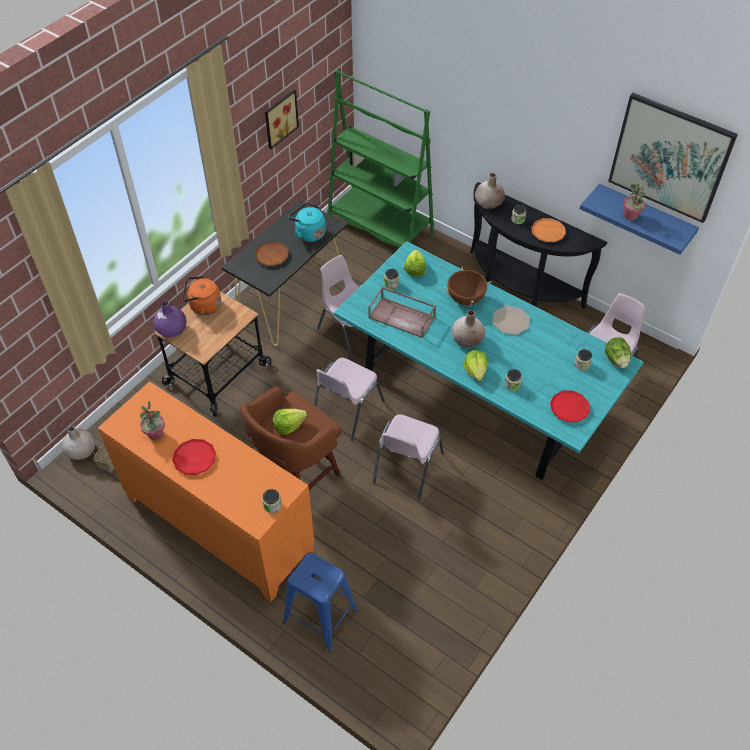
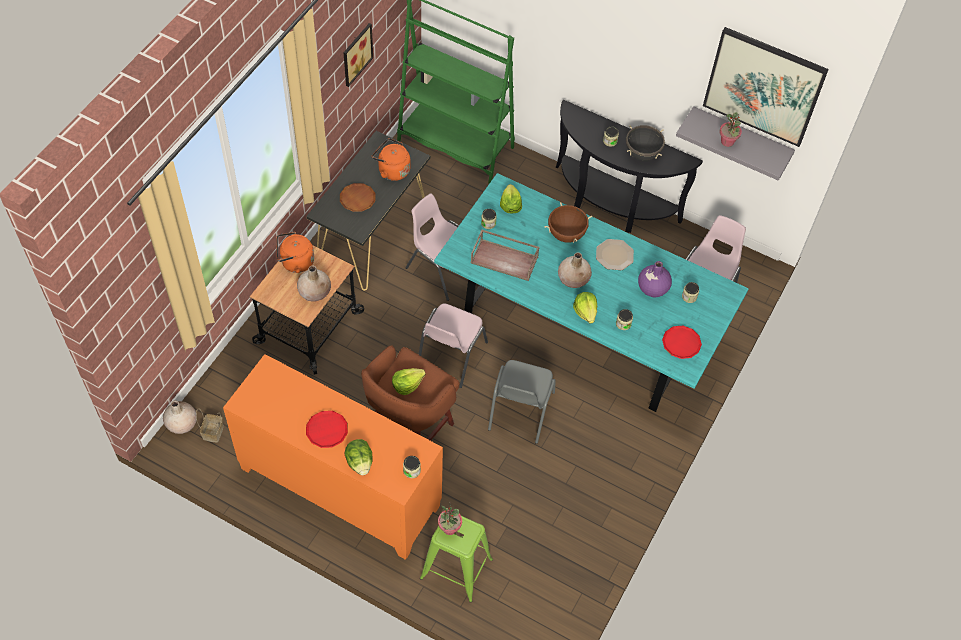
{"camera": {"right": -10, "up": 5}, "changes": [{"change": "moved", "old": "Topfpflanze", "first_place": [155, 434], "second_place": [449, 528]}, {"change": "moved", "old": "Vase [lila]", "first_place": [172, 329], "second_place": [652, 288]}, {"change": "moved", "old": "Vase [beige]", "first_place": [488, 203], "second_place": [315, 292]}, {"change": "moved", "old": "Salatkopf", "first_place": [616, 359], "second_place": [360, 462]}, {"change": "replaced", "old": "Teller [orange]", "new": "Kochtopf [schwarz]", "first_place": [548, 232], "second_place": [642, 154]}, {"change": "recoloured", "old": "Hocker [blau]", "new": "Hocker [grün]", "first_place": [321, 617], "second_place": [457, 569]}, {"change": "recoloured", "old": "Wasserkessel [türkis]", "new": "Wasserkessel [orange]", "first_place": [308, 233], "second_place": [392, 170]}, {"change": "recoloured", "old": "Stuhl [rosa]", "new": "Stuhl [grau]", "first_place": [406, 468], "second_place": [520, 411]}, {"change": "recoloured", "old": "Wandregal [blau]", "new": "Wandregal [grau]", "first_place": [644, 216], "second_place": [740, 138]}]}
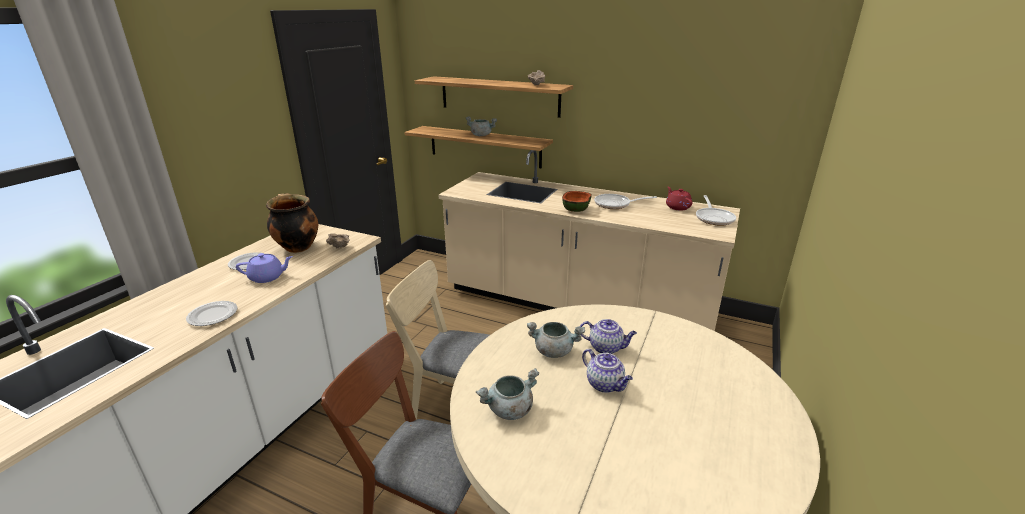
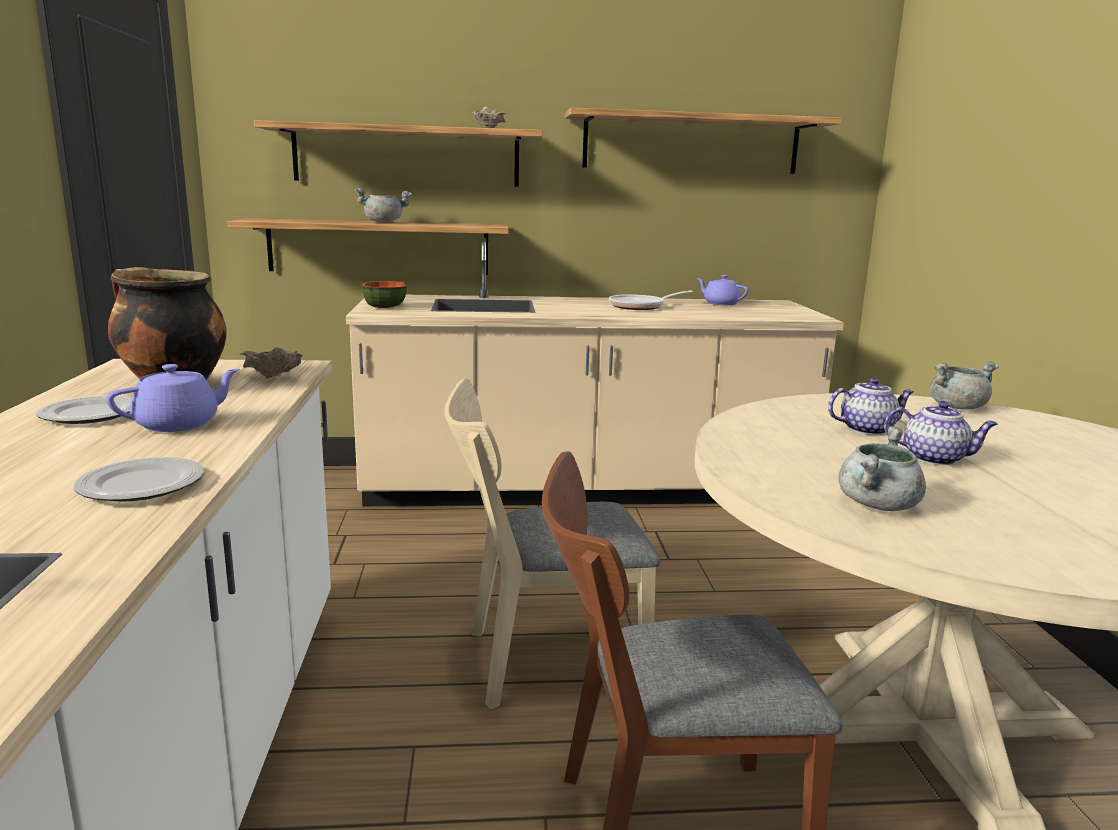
{"camera": {"right": -30, "up": -10}, "changes": [{"change": "removed", "old": "Pfanne", "first_place": [714, 218]}, {"change": "added", "new": "Wandregal", "second_place": [691, 144]}, {"change": "moved", "old": "Kochtopf [grau]", "first_place": [554, 351], "second_place": [957, 407]}, {"change": "moved", "old": "Schüssel", "first_place": [576, 210], "second_place": [385, 307]}, {"change": "recoloured", "old": "Teekanne [rot]", "new": "Teekanne [lila]", "first_place": [677, 207], "second_place": [720, 303]}]}
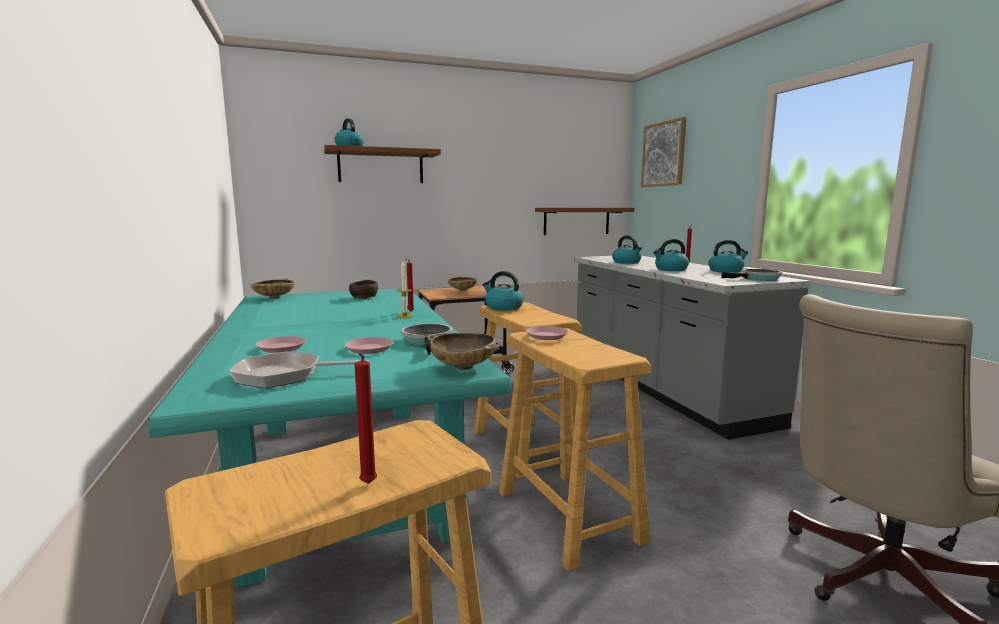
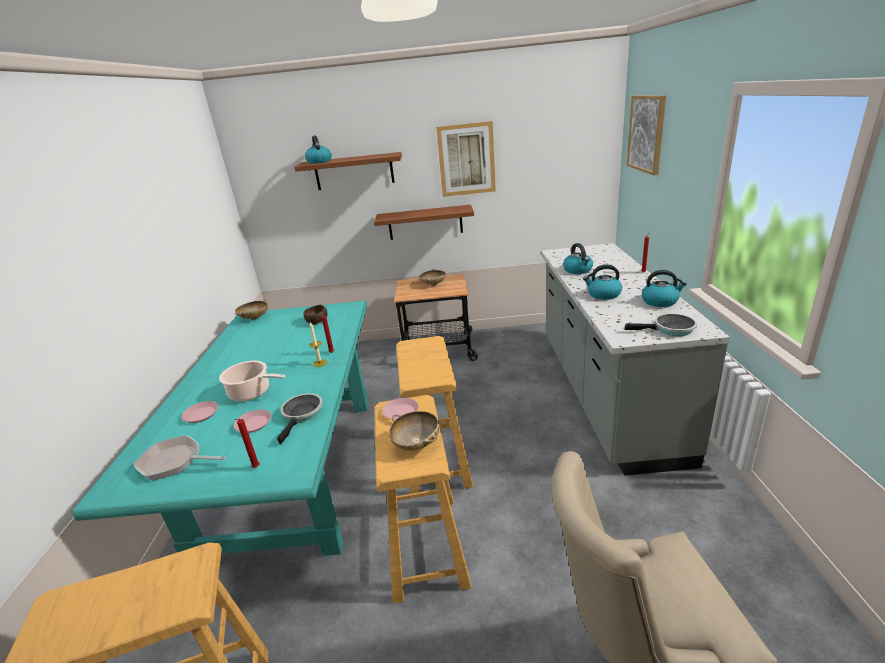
{"camera": {"right": 20, "up": 15}, "changes": [{"change": "removed", "old": "Wasserkessel", "first_place": [503, 307]}, {"change": "added", "new": "Kochtopf", "second_place": [252, 392]}, {"change": "added", "new": "Bild", "second_place": [466, 159]}, {"change": "moved", "old": "Kerze [rot]", "first_place": [368, 485], "second_place": [255, 468]}, {"change": "moved", "old": "Schüssel [beige]", "first_place": [463, 367], "second_place": [416, 443]}, {"change": "moved", "old": "Wandregal [braun]", "first_place": [576, 221], "second_place": [425, 222]}]}
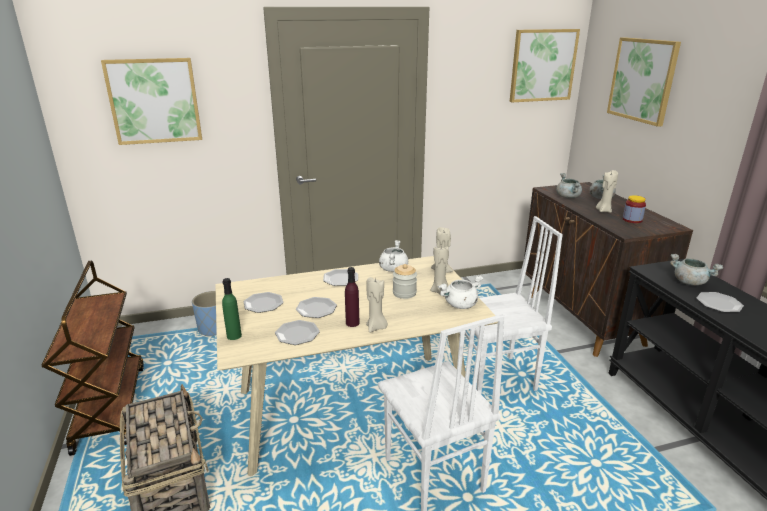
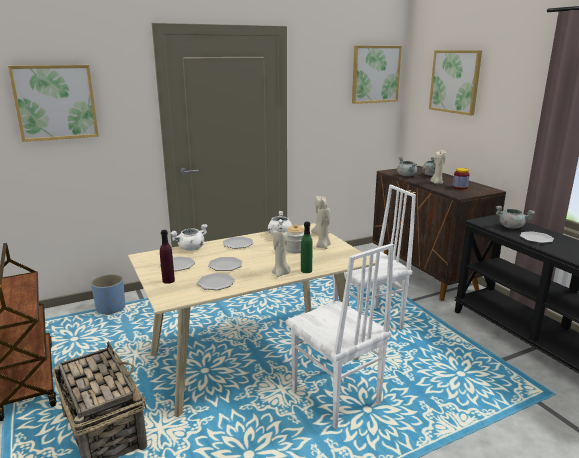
{"camera": {"right": -10, "up": -5}, "changes": [{"change": "moved", "old": "Flasche [grün]", "first_place": [234, 336], "second_place": [306, 270]}, {"change": "moved", "old": "Flasche [lila]", "first_place": [352, 323], "second_place": [168, 280]}, {"change": "moved", "old": "Kochtopf [weiß]", "first_place": [460, 305], "second_place": [191, 248]}]}
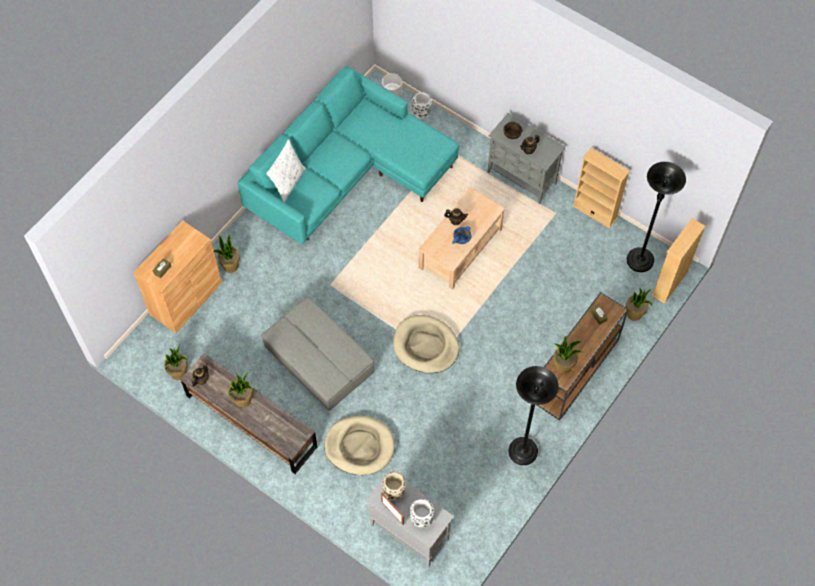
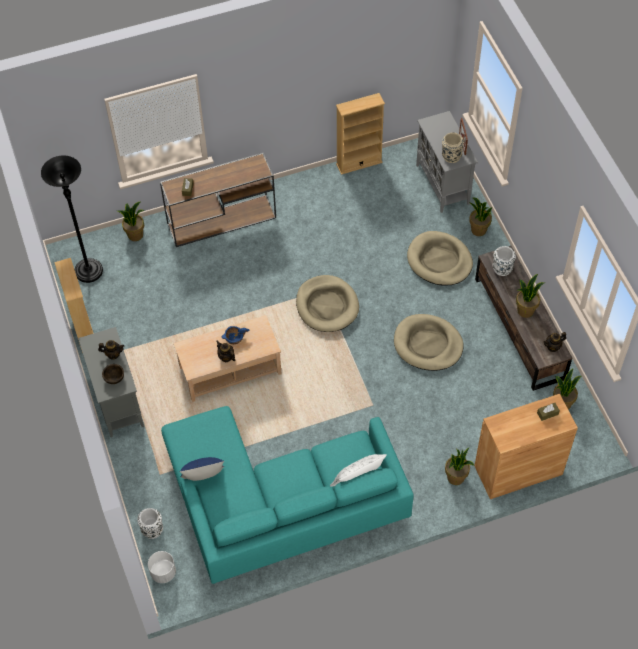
{"camera": {"right": -145, "up": -5}, "changes": [{"change": "removed", "old": "Stehlampe [schwarz]", "first_place": [523, 452]}, {"change": "added", "new": "Kissen [blau]", "second_place": [203, 478]}, {"change": "moved", "old": "Vase [weiß]", "first_place": [421, 518], "second_place": [502, 269]}, {"change": "moved", "old": "Topfpflanze", "first_place": [563, 366], "second_place": [478, 230]}, {"change": "moved", "old": "Bücherregal [beige]", "first_place": [670, 283], "second_place": [359, 163]}, {"change": "replaced", "old": "Polsterhocker [grau]", "new": "Hundebett [beige]", "first_place": [319, 360], "second_place": [428, 344]}]}
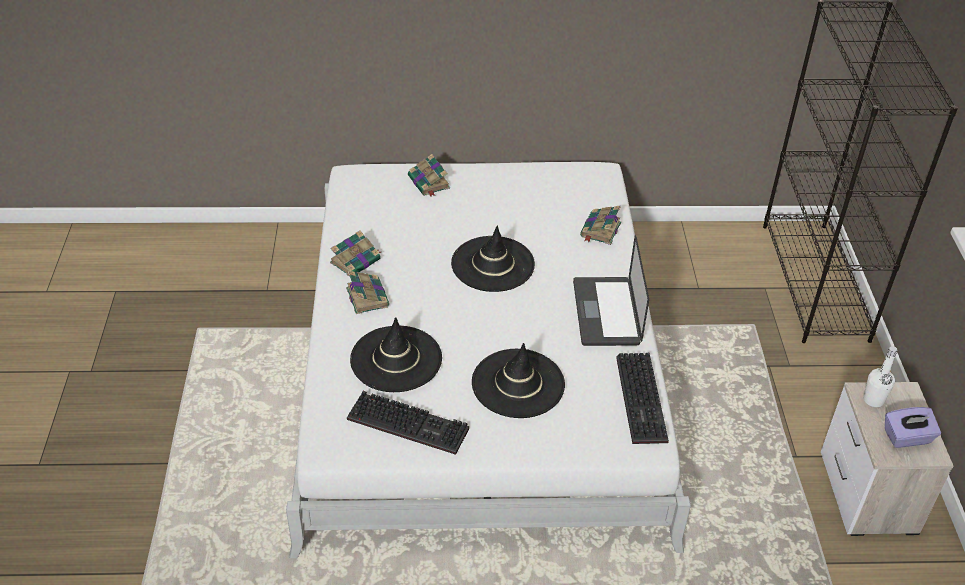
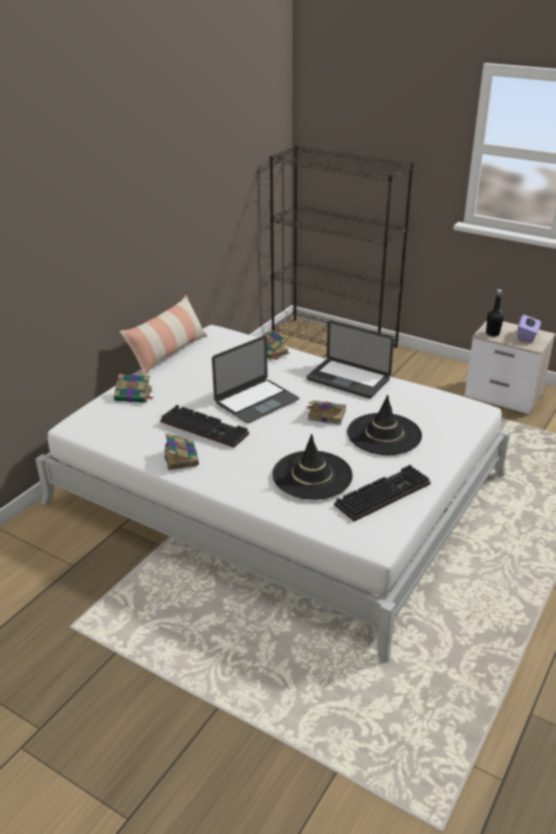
{"camera": {"right": -55, "up": -10}, "changes": [{"change": "added", "new": "Kissen", "second_place": [168, 353]}, {"change": "moved", "old": "Buch", "first_place": [367, 296], "second_place": [325, 415]}, {"change": "moved", "old": "Tastatur", "first_place": [643, 400], "second_place": [206, 427]}, {"change": "replaced", "old": "Hut [schwarz]", "new": "Laptop", "first_place": [492, 264], "second_place": [256, 401]}, {"change": "recoloured", "old": "Flasche [weiß]", "new": "Flasche [schwarz]", "first_place": [873, 400], "second_place": [492, 333]}]}
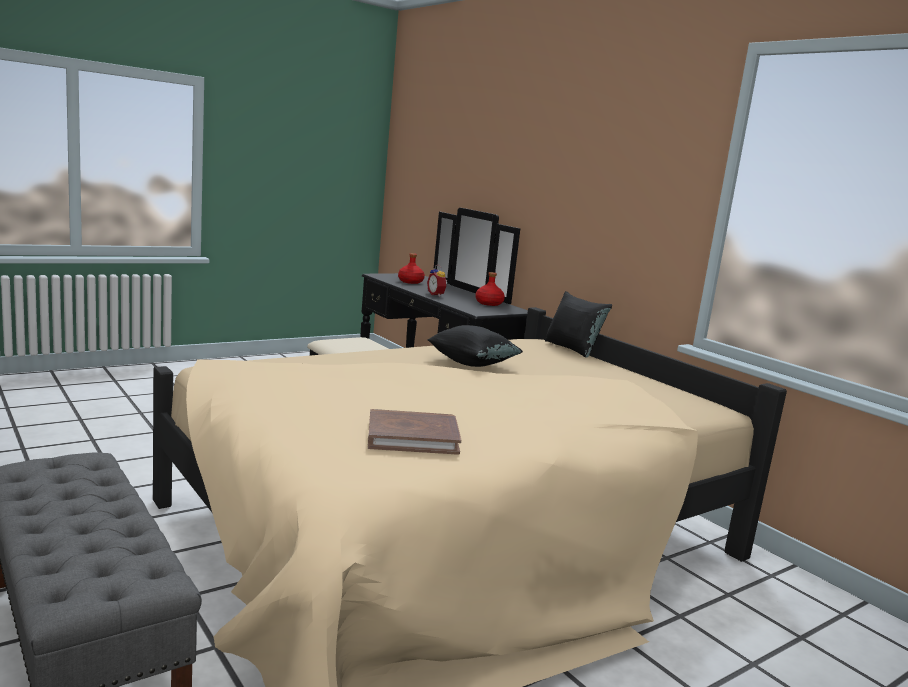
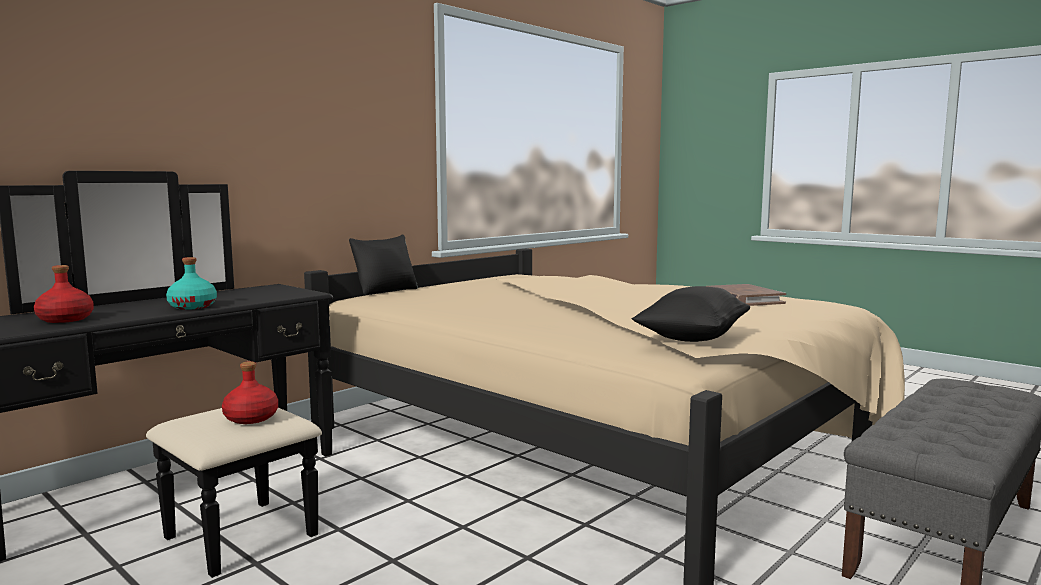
{"camera": {"right": -100, "up": -5}, "changes": [{"change": "moved", "old": "Kissen [schwarz]", "first_place": [472, 363], "second_place": [691, 338]}, {"change": "moved", "old": "Flasche [rot]", "first_place": [489, 303], "second_place": [252, 418]}, {"change": "replaced", "old": "Wecker", "new": "Flasche [türkis]", "first_place": [437, 295], "second_place": [193, 306]}]}
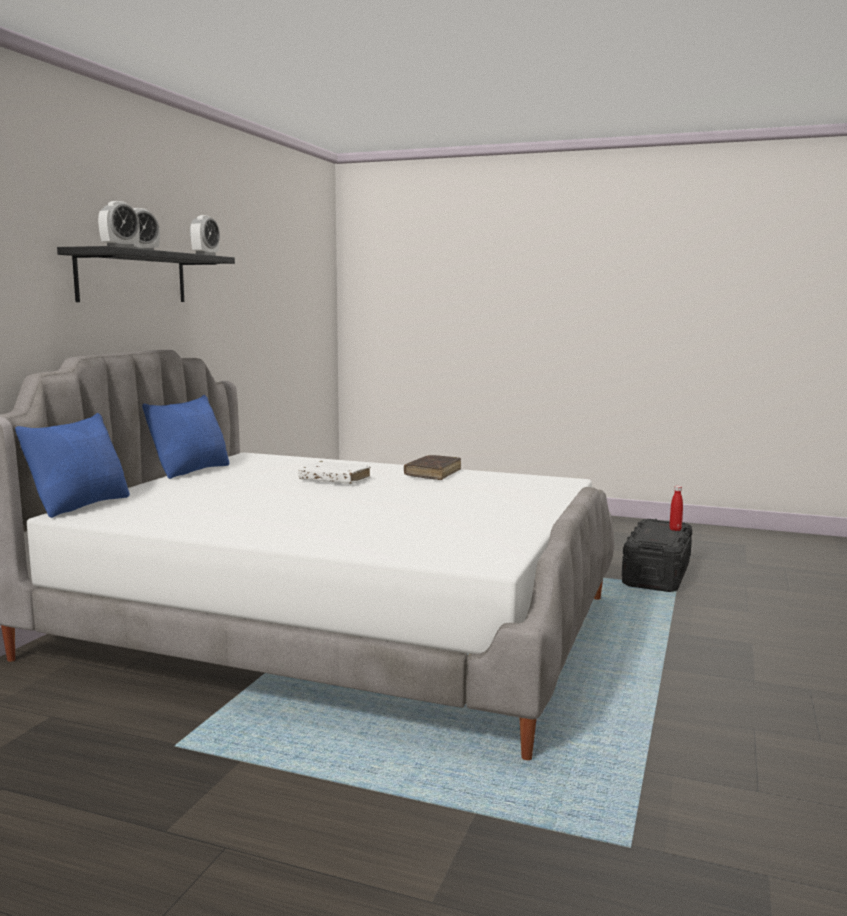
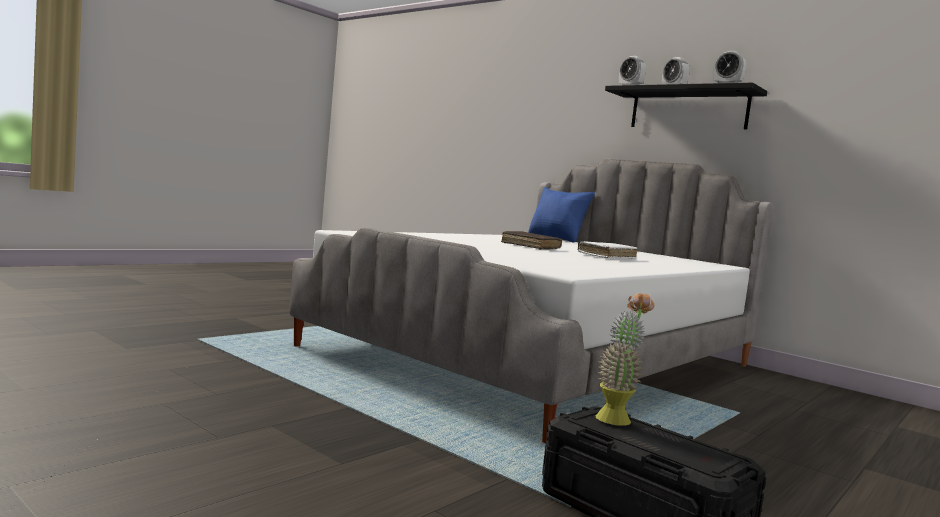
{"camera": {"right": 110, "up": -5}, "changes": [{"change": "removed", "old": "Kissen [blau]", "first_place": [191, 471]}, {"change": "removed", "old": "Flasche [rot]", "first_place": [675, 529]}, {"change": "added", "new": "Topfpflanze", "second_place": [616, 417]}, {"change": "moved", "old": "Buch [braun]", "first_place": [433, 474], "second_place": [530, 246]}]}
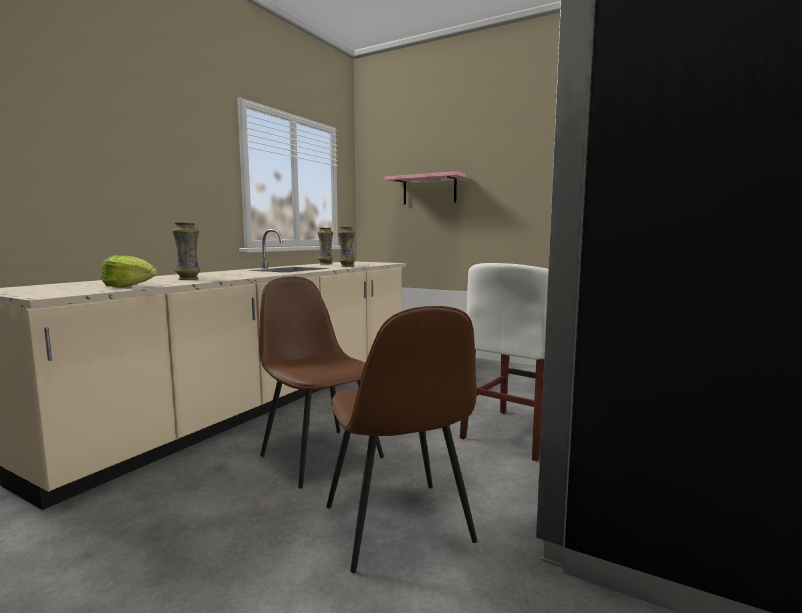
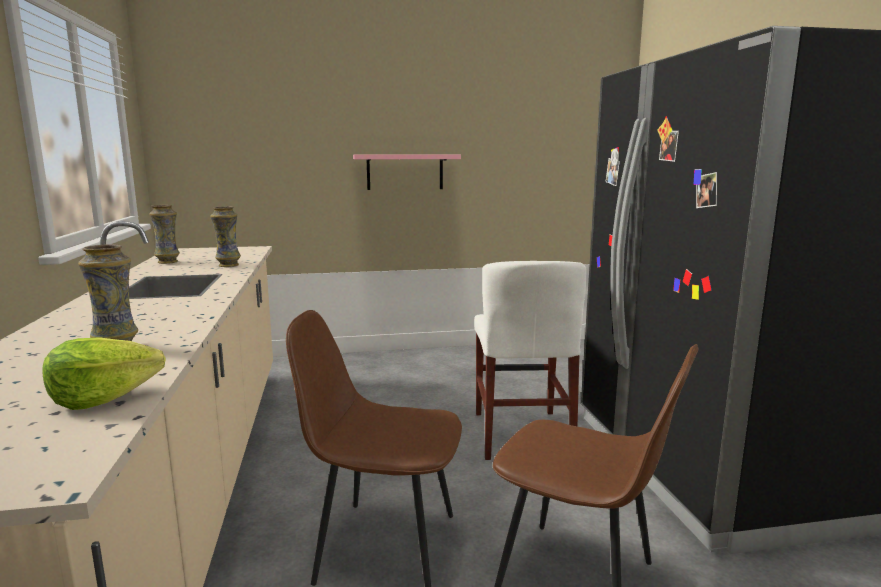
{"camera": {"right": -40, "up": 5}, "changes": [{"change": "moved", "old": "Wandregal [rosa]", "first_place": [429, 190], "second_place": [405, 172]}]}
